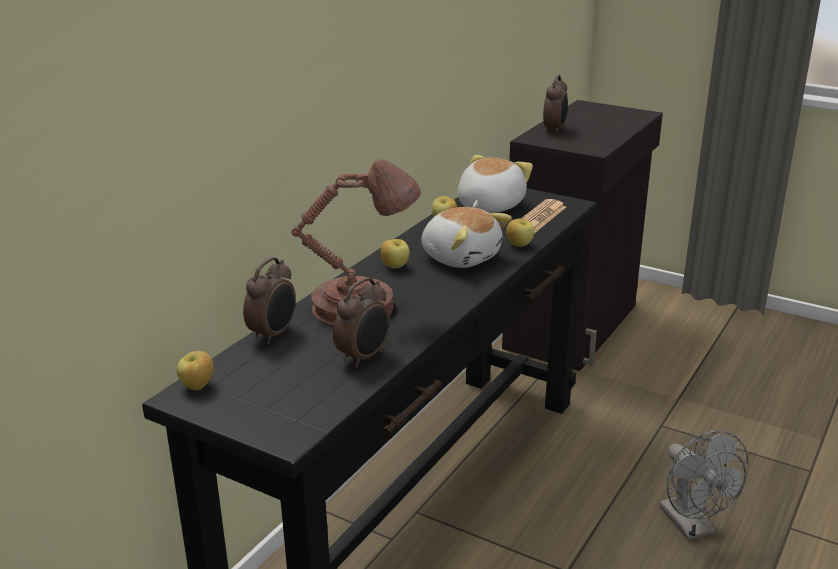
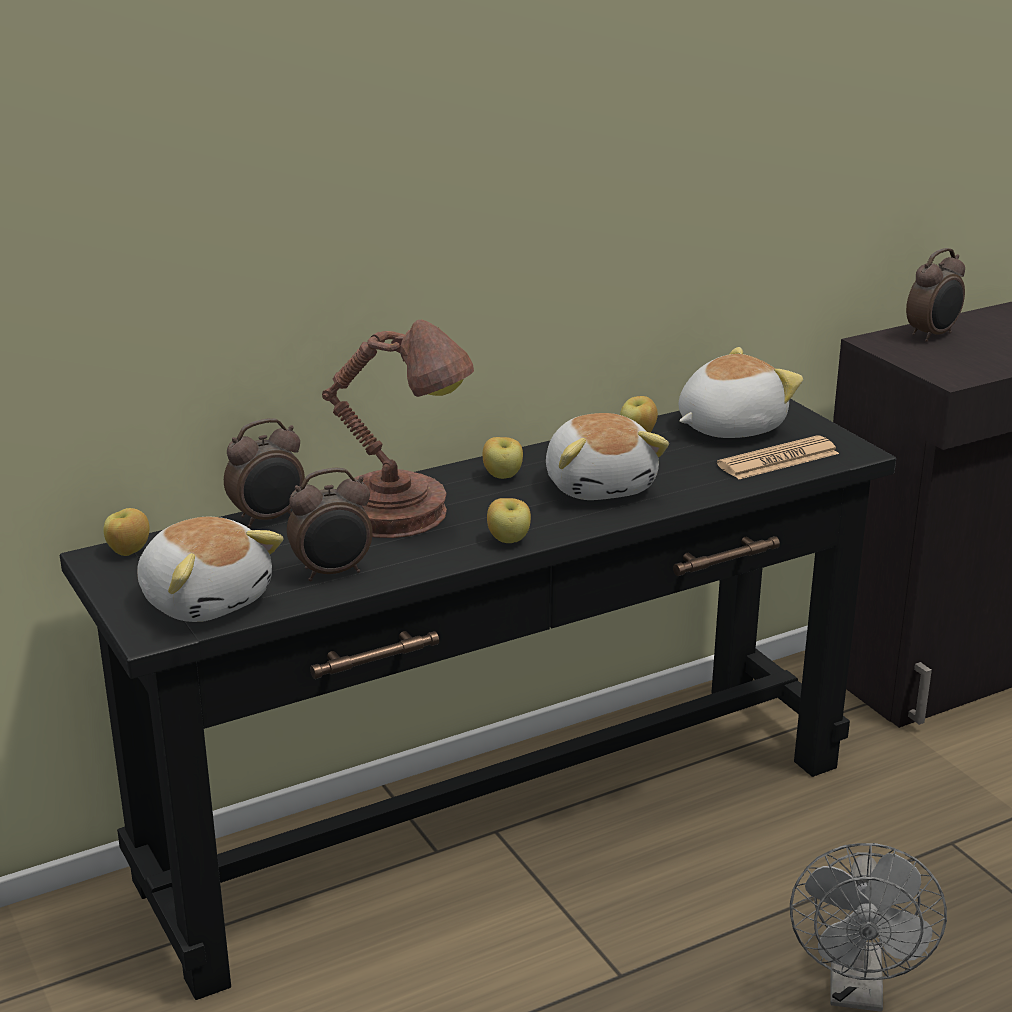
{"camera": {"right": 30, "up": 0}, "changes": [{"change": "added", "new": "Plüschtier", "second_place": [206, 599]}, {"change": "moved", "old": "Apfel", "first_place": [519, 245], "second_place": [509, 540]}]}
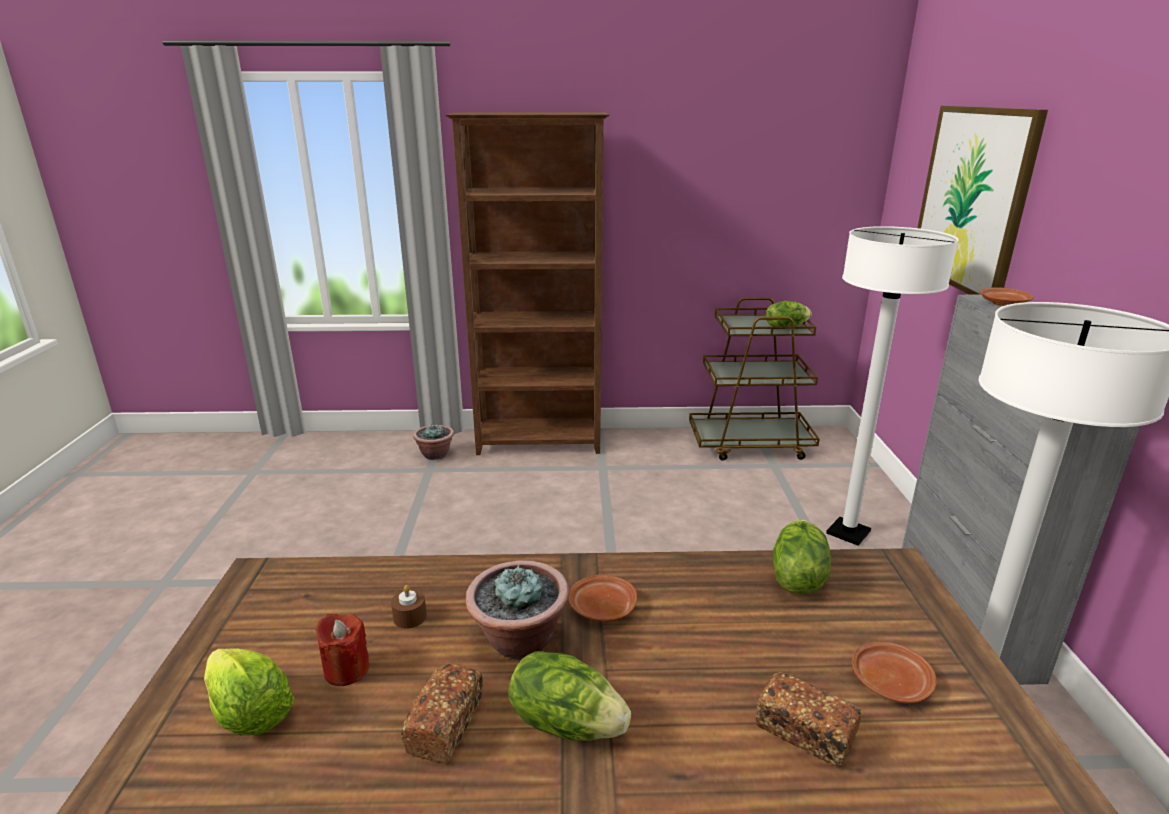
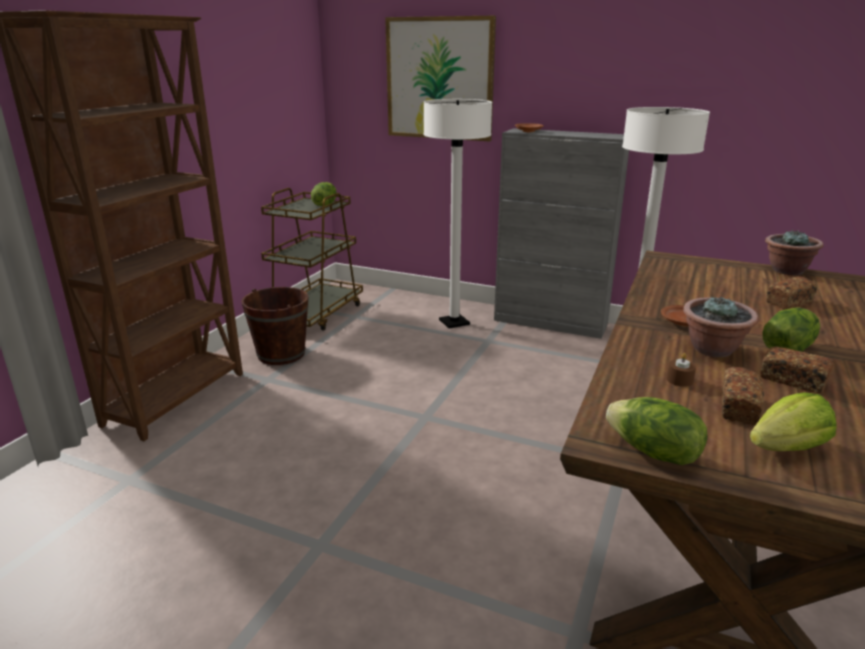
{"camera": {"right": -65, "up": 0}, "changes": [{"change": "removed", "old": "Teller [braun]", "first_place": [890, 681]}, {"change": "added", "new": "Eimer [braun]", "second_place": [281, 354]}, {"change": "moved", "old": "Topfpflanze", "first_place": [435, 455], "second_place": [786, 271]}, {"change": "moved", "old": "Salatkopf", "first_place": [796, 577], "second_place": [653, 453]}, {"change": "replaced", "old": "Kerze [rot]", "new": "Brot", "first_place": [346, 669], "second_place": [738, 408]}]}
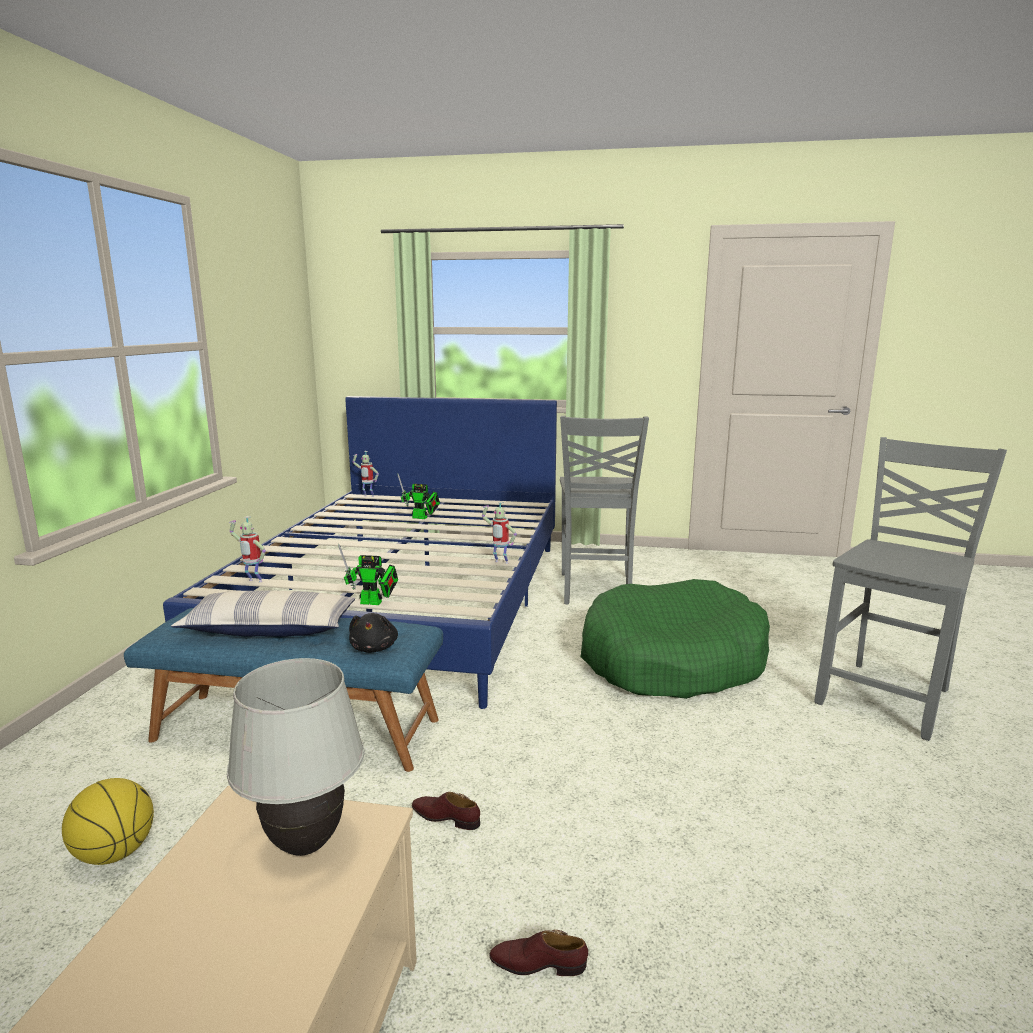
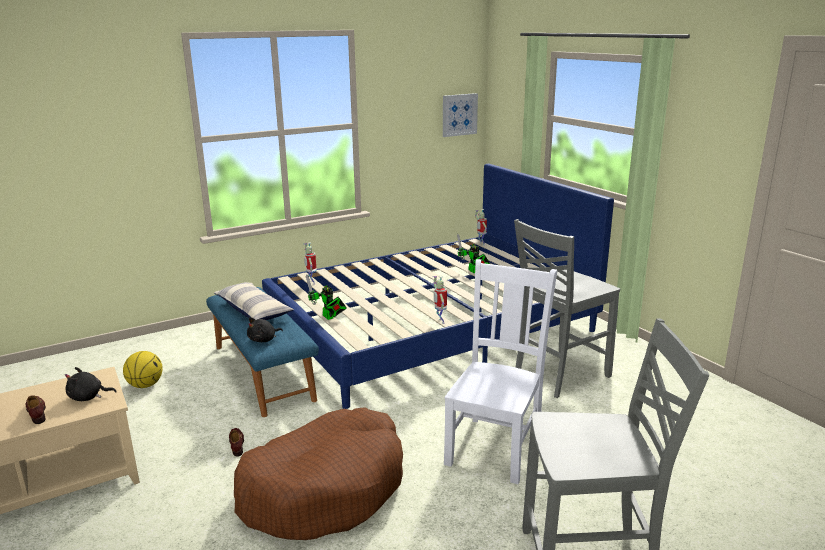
{"camera": {"right": 50, "up": 5}, "changes": [{"change": "added", "new": "Hundebett [braun]", "second_place": [324, 488]}, {"change": "added", "new": "Bild", "second_place": [459, 114]}, {"change": "moved", "old": "Schuh [braun]", "first_place": [538, 964], "second_place": [37, 412]}, {"change": "replaced", "old": "Tischlampe [weiß]", "new": "Plüschtier [schwarz]", "first_place": [306, 843], "second_place": [88, 397]}, {"change": "replaced", "old": "Hundebett [grün]", "new": "Stuhl [weiß]", "first_place": [671, 661], "second_place": [495, 446]}]}
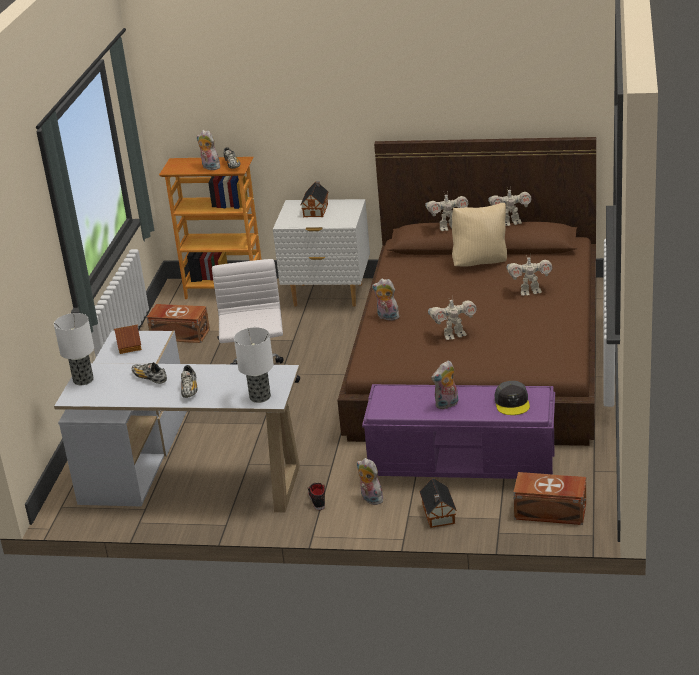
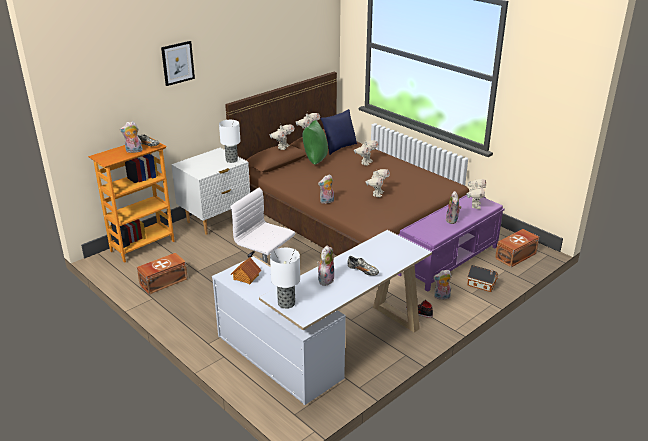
{"camera": {"right": -55, "up": 0}, "changes": [{"change": "removed", "old": "Spielzeughaus", "first_place": [316, 210]}, {"change": "added", "new": "Bild", "second_place": [177, 63]}, {"change": "added", "new": "Kissen [blau]", "second_place": [339, 148]}, {"change": "moved", "old": "Tischlampe", "first_place": [260, 396], "second_place": [231, 160]}, {"change": "replaced", "old": "Schuh", "new": "Plüschtier", "first_place": [149, 378], "second_place": [325, 279]}, {"change": "replaced", "old": "Kappe [grau]", "new": "Spielzeugroboter", "first_place": [512, 403], "second_place": [474, 205]}, {"change": "recoloured", "old": "Kissen [beige]", "new": "Kissen [grün]", "first_place": [480, 262], "second_place": [314, 160]}]}
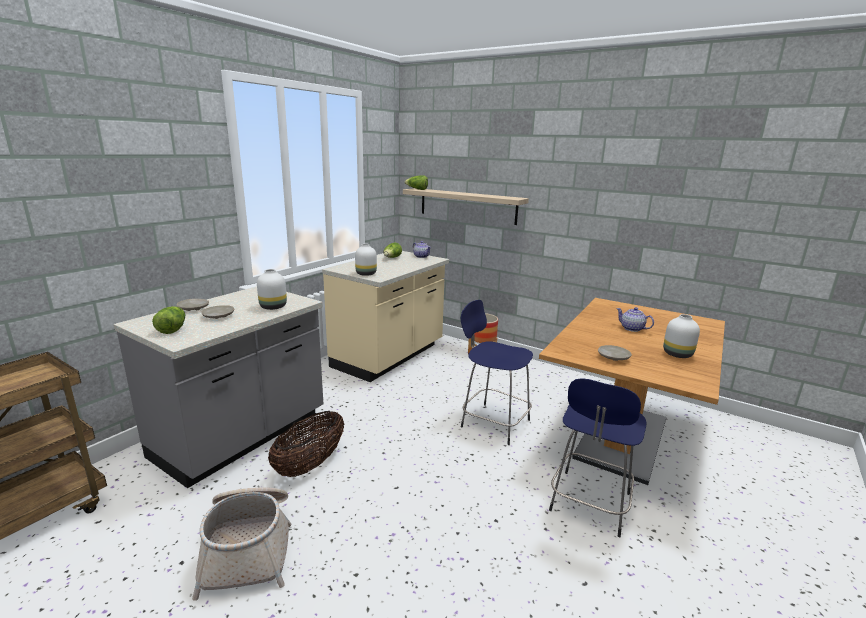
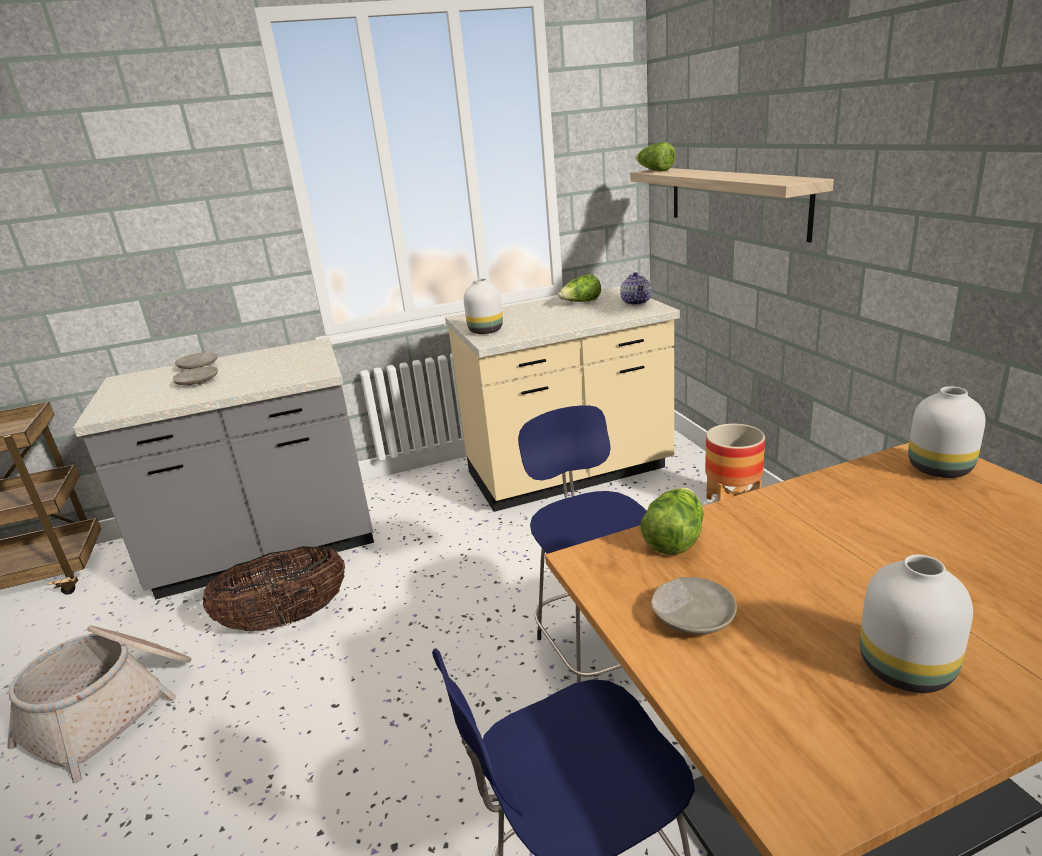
{"camera": {"right": 40, "up": 5}, "changes": [{"change": "removed", "old": "Teekanne", "first_place": [632, 329]}, {"change": "moved", "old": "Salatkopf", "first_place": [172, 329], "second_place": [673, 538]}, {"change": "moved", "old": "Vase [weiß]", "first_place": [274, 307], "second_place": [941, 469]}]}
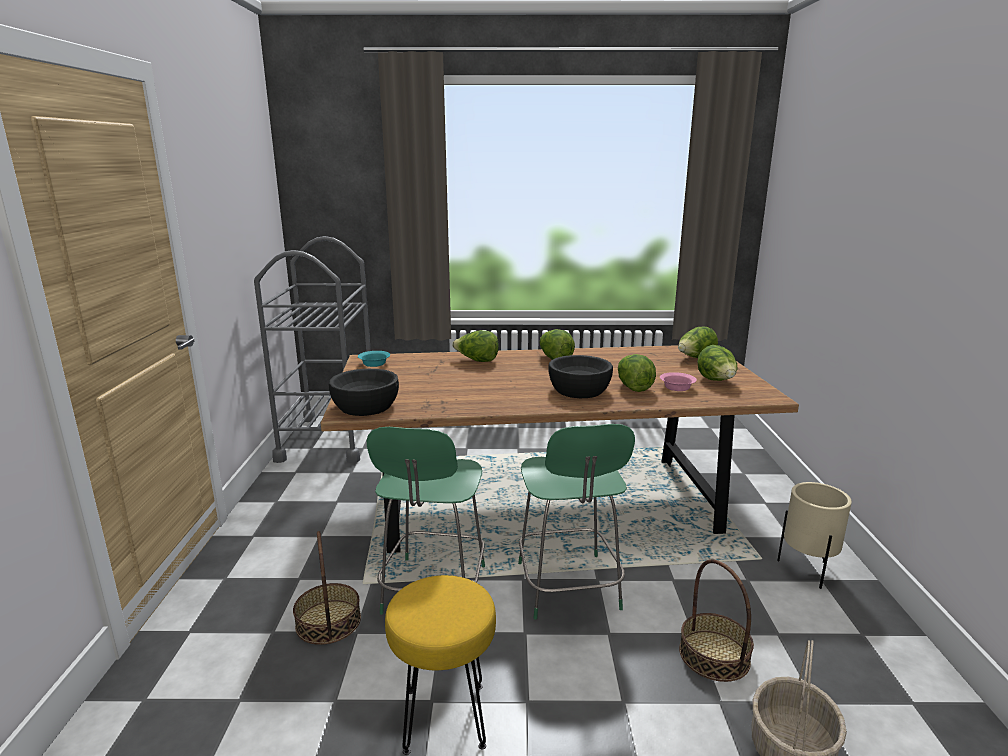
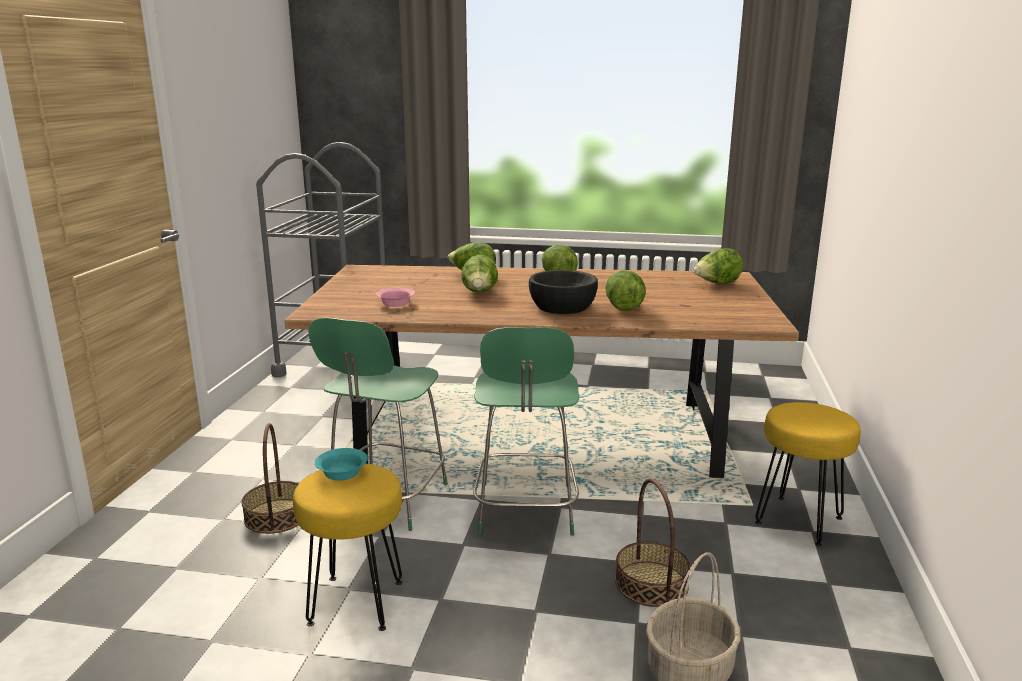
{"camera": {"right": 10, "up": 0}, "changes": [{"change": "removed", "old": "Schüssel [schwarz]", "first_place": [366, 406]}, {"change": "moved", "old": "Schüssel [türkis]", "first_place": [375, 364], "second_place": [343, 473]}, {"change": "moved", "old": "Schüssel [rosa]", "first_place": [677, 387], "second_place": [396, 303]}, {"change": "moved", "old": "Salatkopf", "first_place": [716, 381], "second_place": [480, 293]}, {"change": "replaced", "old": "Pflanzkübel [beige]", "new": "Hocker [gelb]", "first_place": [807, 571], "second_place": [799, 521]}]}
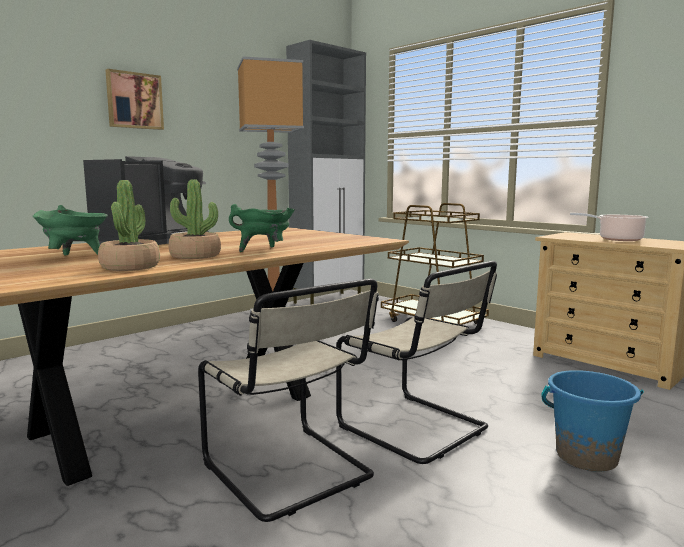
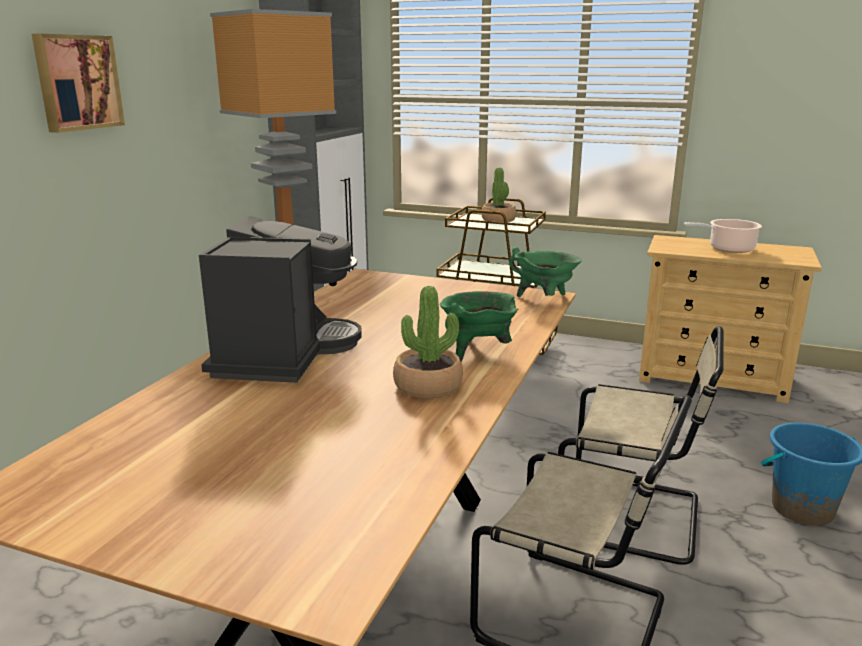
{"camera": {"right": -25, "up": 10}, "changes": [{"change": "moved", "old": "Kochtopf [grün]", "first_place": [75, 258], "second_place": [544, 299]}, {"change": "moved", "old": "Topfpflanze", "first_place": [130, 267], "second_place": [498, 220]}]}
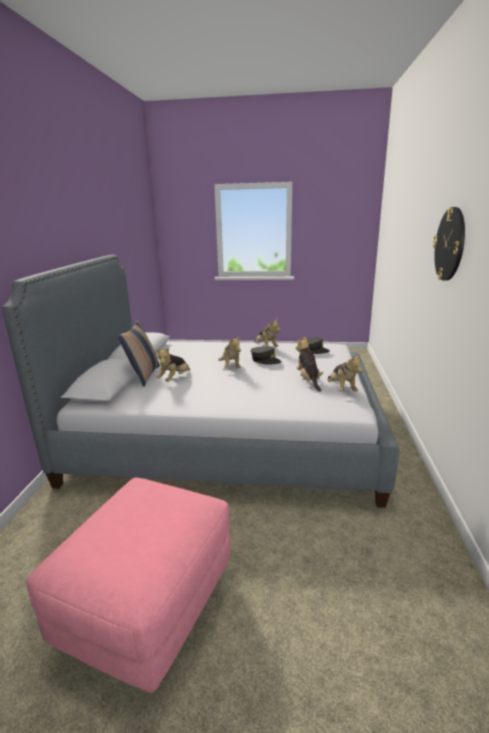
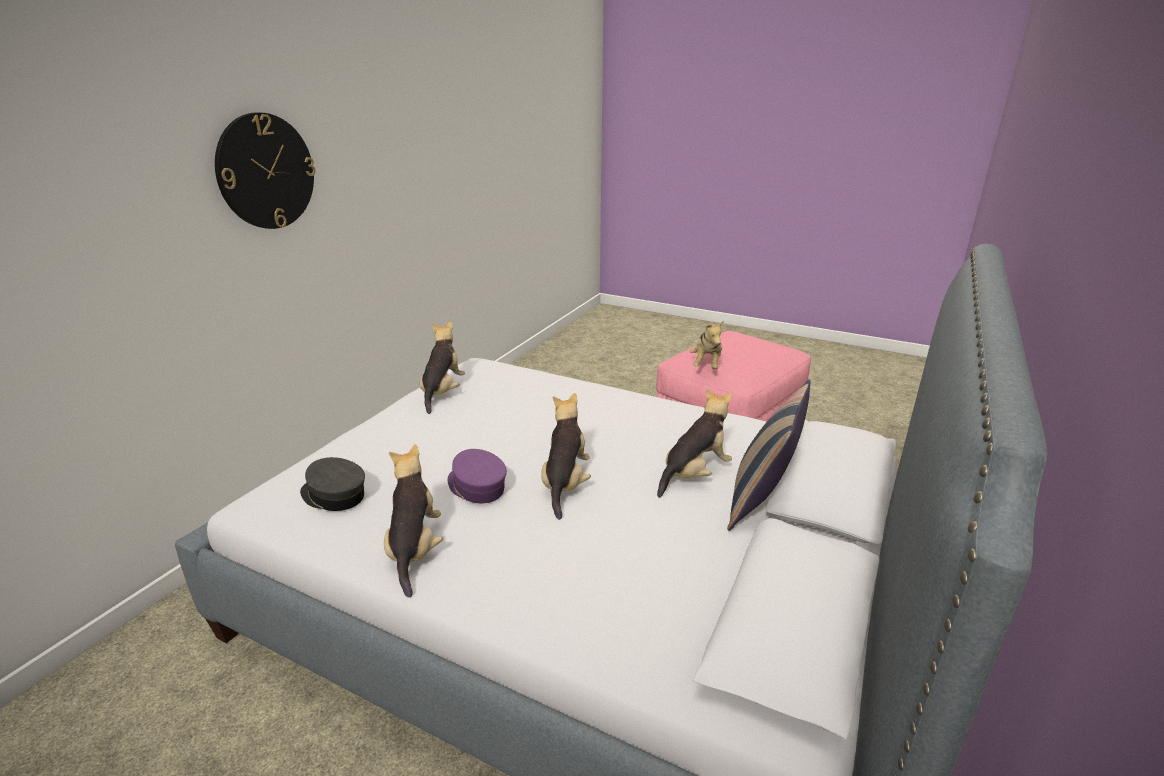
{"camera": {"right": -160, "up": 5}, "changes": [{"change": "moved", "old": "Plüschtier", "first_place": [308, 380], "second_place": [706, 365]}, {"change": "recoloured", "old": "Kappe [grau]", "new": "Kappe [lila]", "first_place": [265, 360], "second_place": [476, 487]}]}
